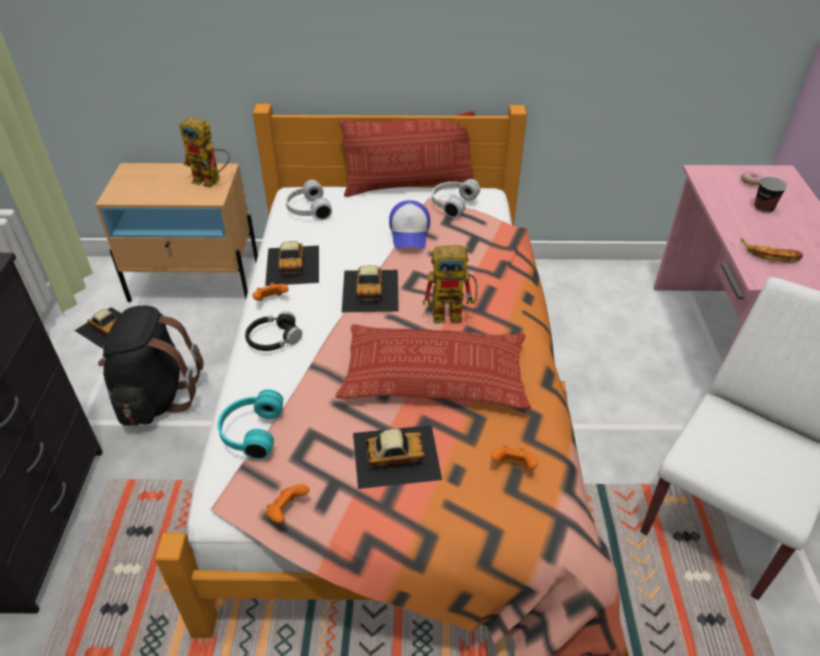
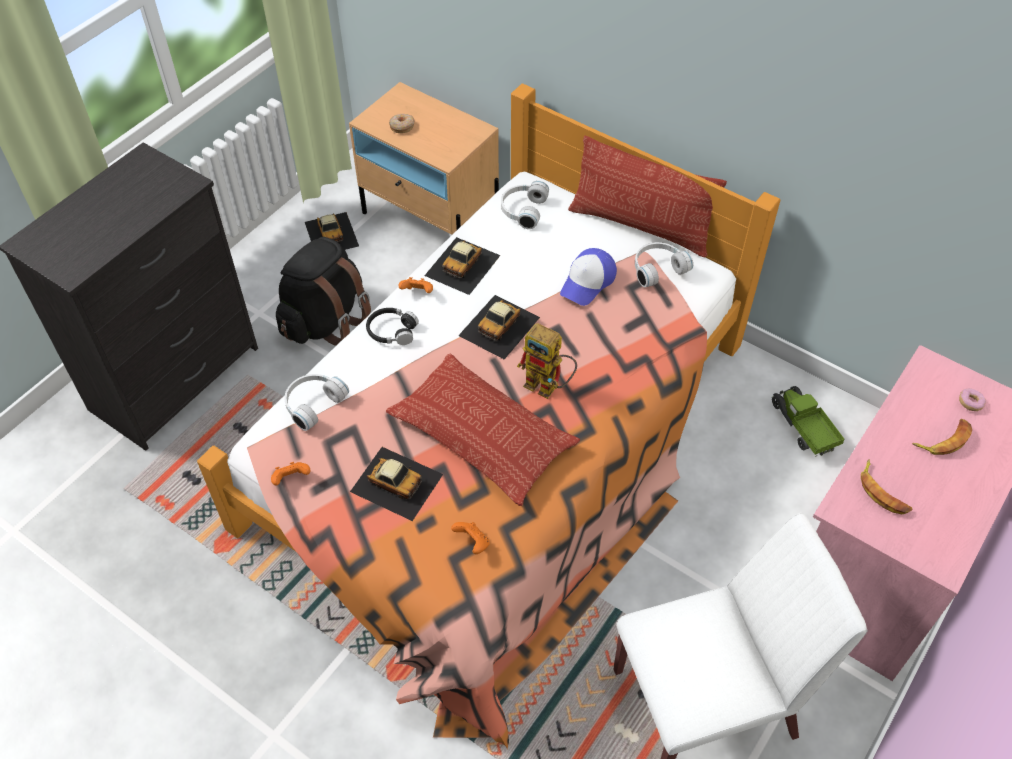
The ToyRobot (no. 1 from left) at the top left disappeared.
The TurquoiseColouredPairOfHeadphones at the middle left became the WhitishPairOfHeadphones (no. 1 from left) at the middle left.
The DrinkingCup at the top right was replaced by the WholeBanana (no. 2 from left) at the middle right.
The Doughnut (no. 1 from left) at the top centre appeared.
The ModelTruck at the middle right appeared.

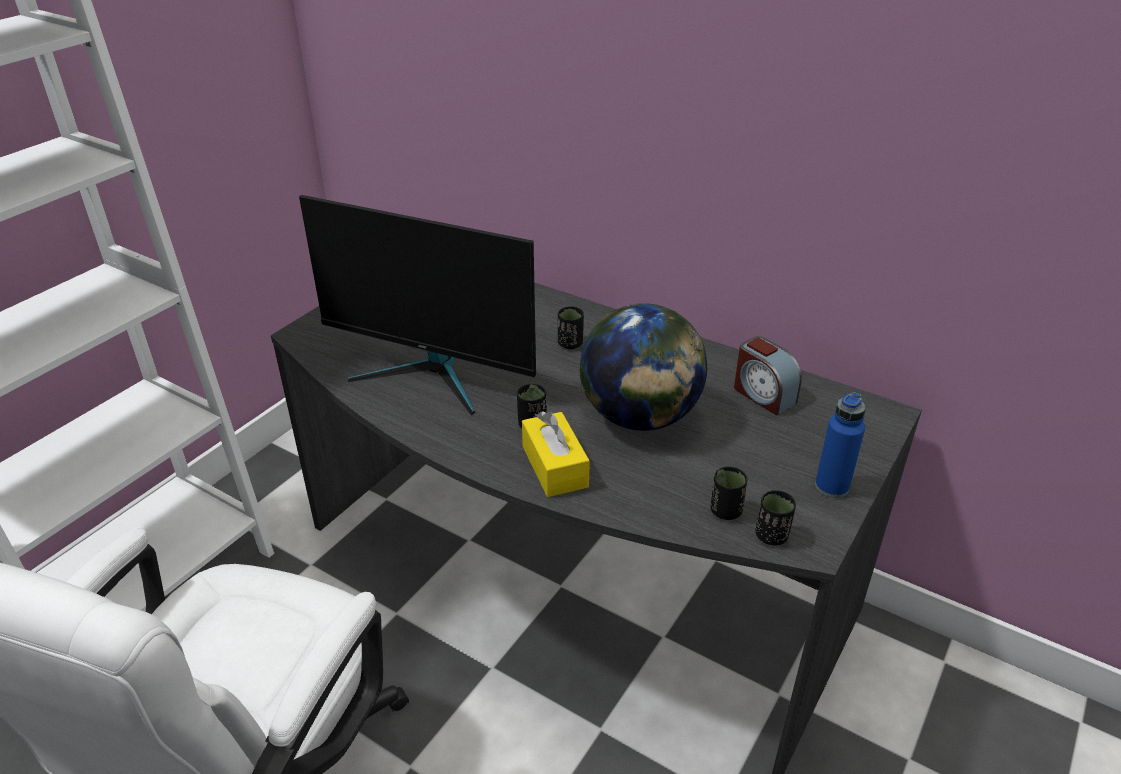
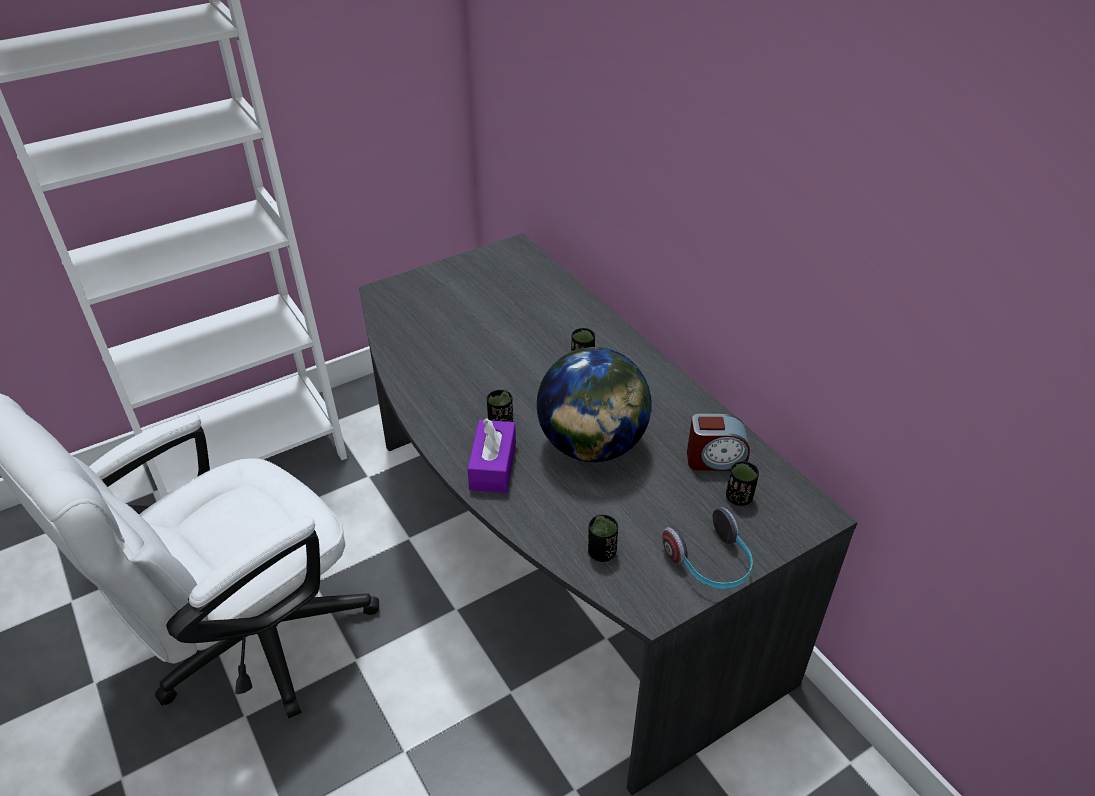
The ComputerScreen at the centre disappeared.
The YellowColouredBoxOfTissues at the centre became the PurpleBoxOfTissues at the centre.
The TableClock at the middle right turned 75 degrees counterclockwise.
The BlackishDrinkingCup (no. 4 from left) moved from the bottom right to the middle right.
The BlueColouredBeverageBottle at the middle right was replaced by the PairOfHeadphones at the bottom centre.

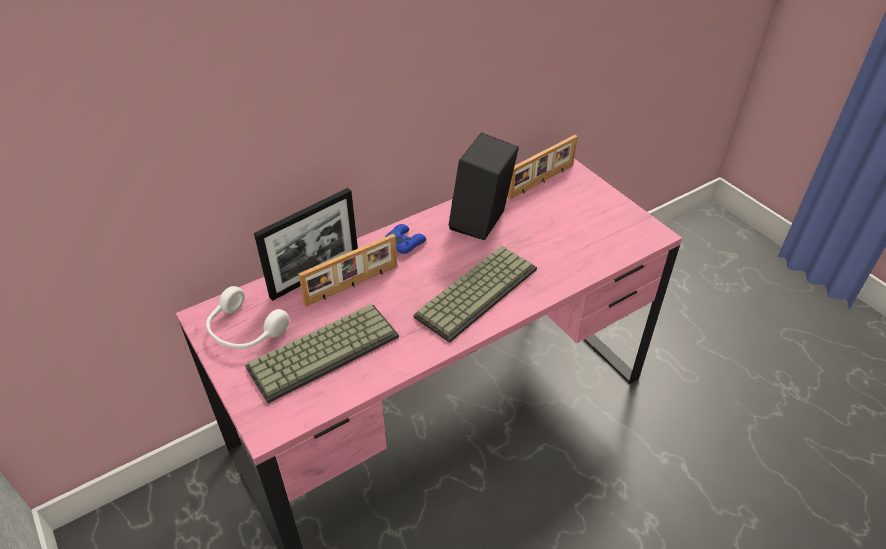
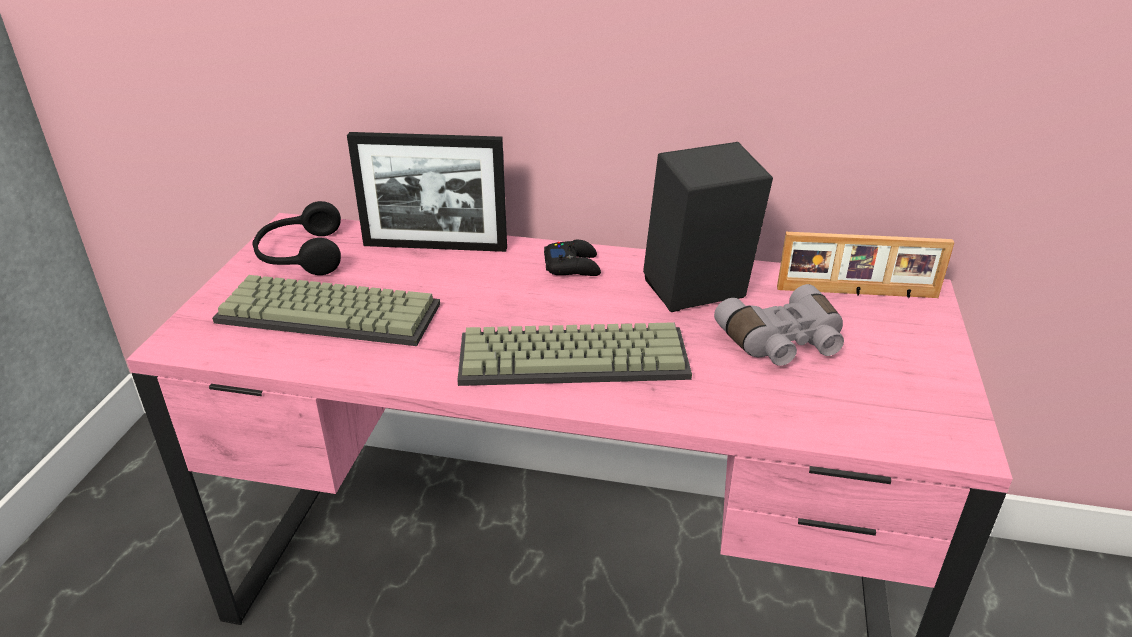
The WhitishPairOfHeadphones at the middle left became the BlackishPairOfHeadphones at the middle left.
The StandingFrame (no. 2 from left) at the centre disappeared.
The BlueColouredGameController at the centre became the BlackishGameController at the centre.
The GreyPairOfBinoculars at the middle right appeared.

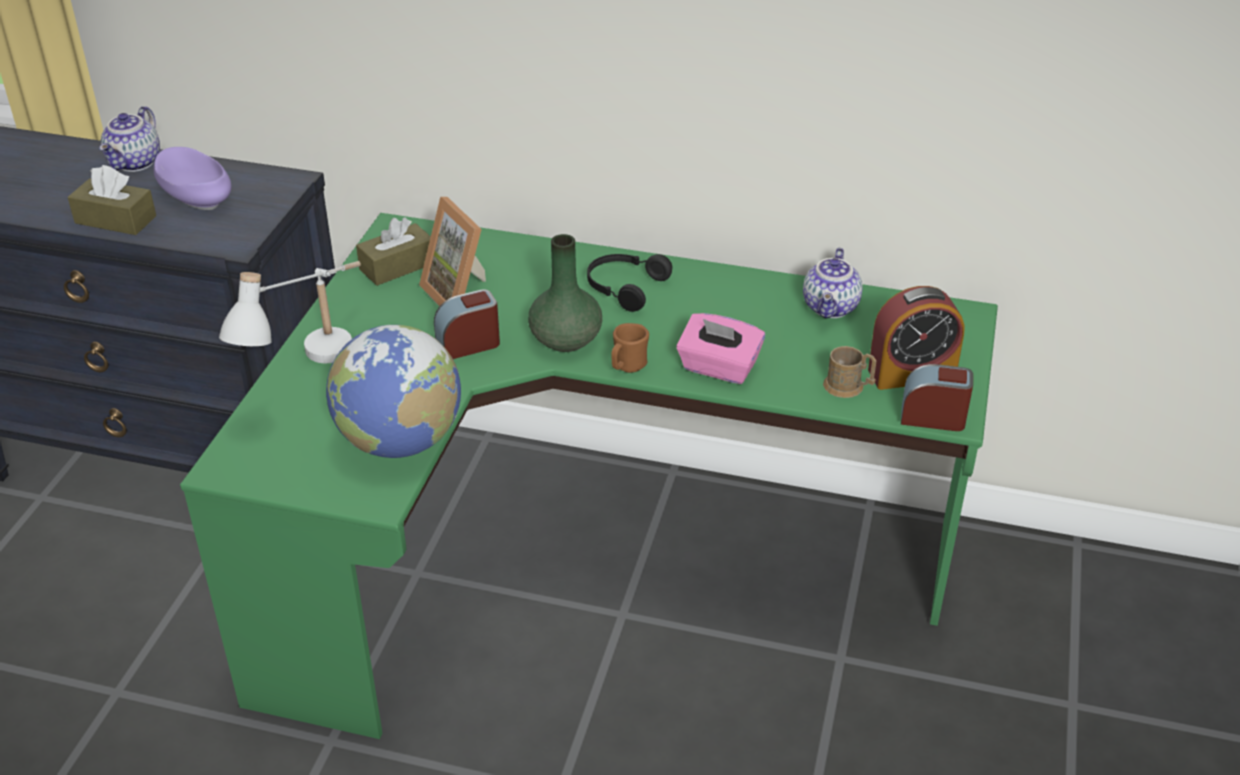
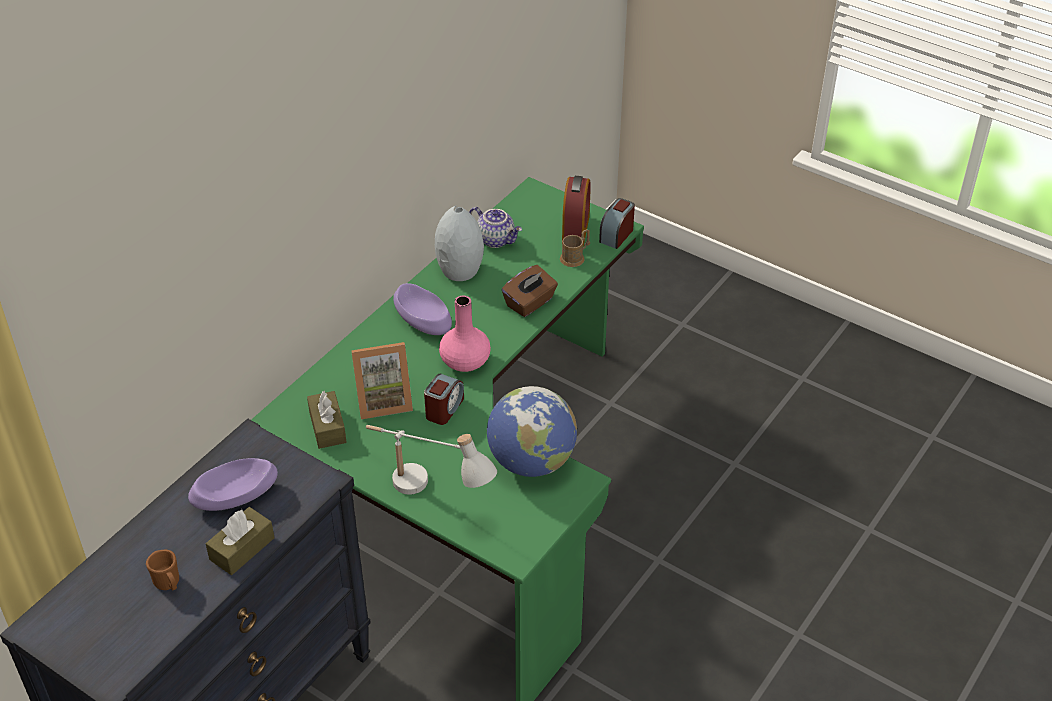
The Teapot (no. 1 from left) at the top left disappeared.
The TableClock (no. 1 from left) at the centre turned 150 degrees counterclockwise.
The GreenishVase at the centre became the PinkColouredVase at the centre.
The BlackishPairOfHeadphones at the centre was replaced by the PurpleServingBowl (no. 2 from left) at the centre.
The BrownColouredMug (no. 1 from left) moved from the centre to the bottom left.
The PinkColouredBoxOfTissues at the centre became the BrownColouredBoxOfTissues (no. 3 from left) at the centre.
The GreyVase at the centre appeared.

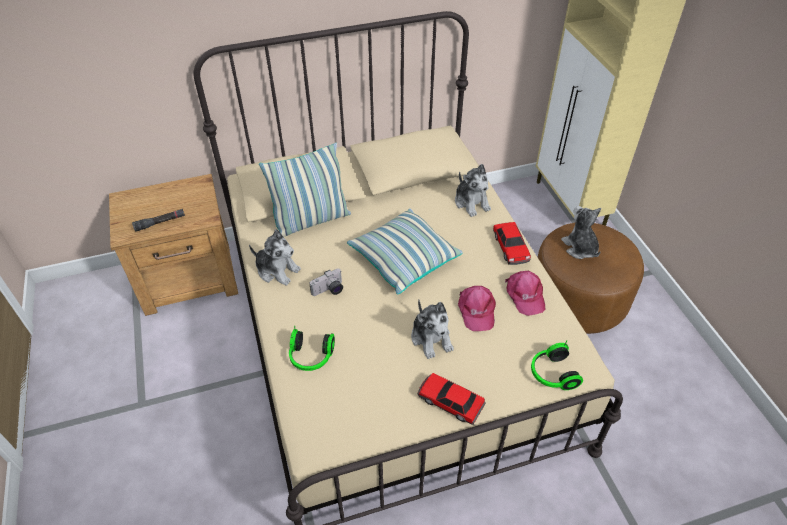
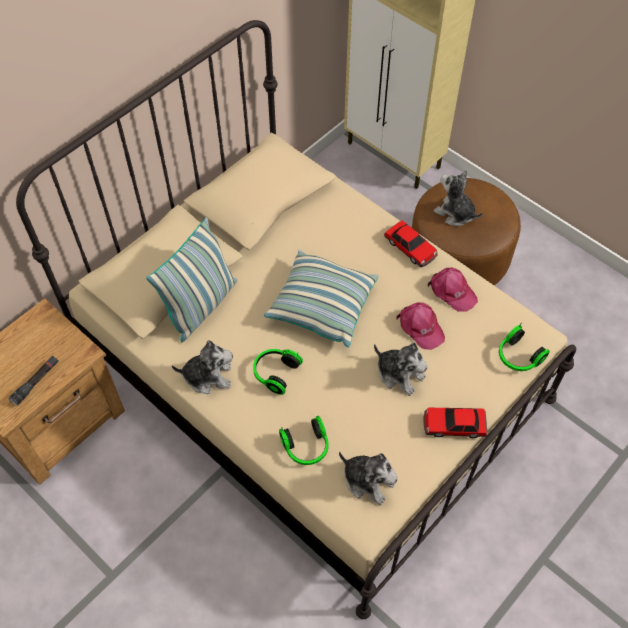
The StillCamera at the centre was replaced by the PairOfHeadphones (no. 1 from left) at the centre.
The PlushToy (no. 3 from left in the first image) moved from the centre to the bottom centre.

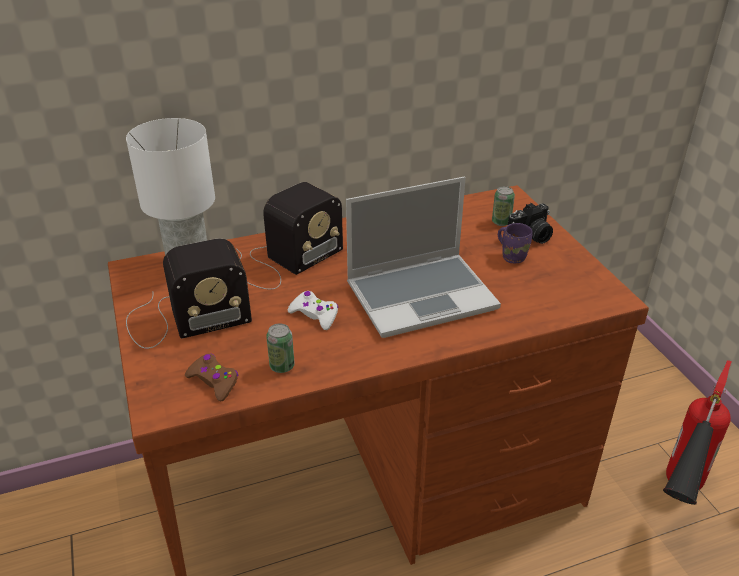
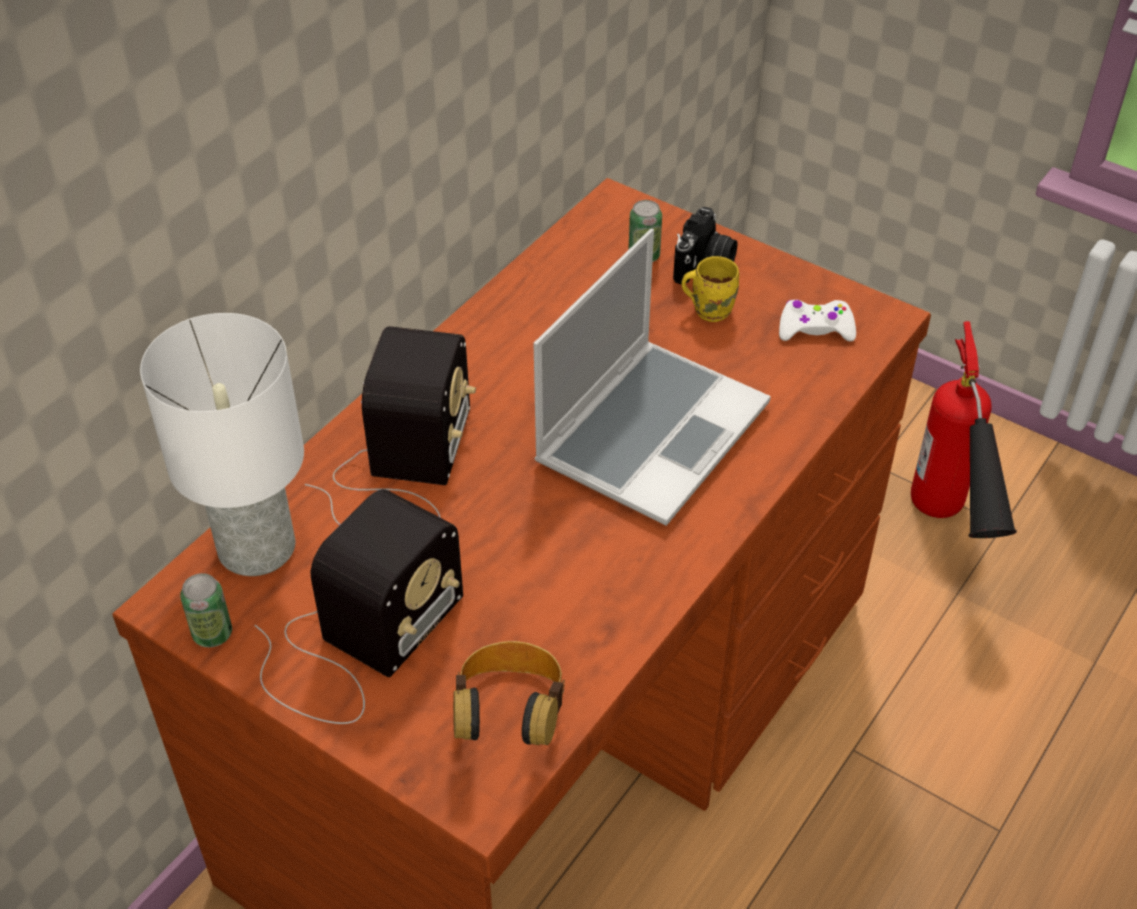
The BrownColouredGameController at the middle left was replaced by the PairOfHeadphones at the bottom centre.
The SealedCan (no. 1 from left) moved from the centre to the bottom left.
The WhitishGameController moved from the centre to the middle right.
The PurpleMug at the middle right became the YellowColouredMug at the top centre.

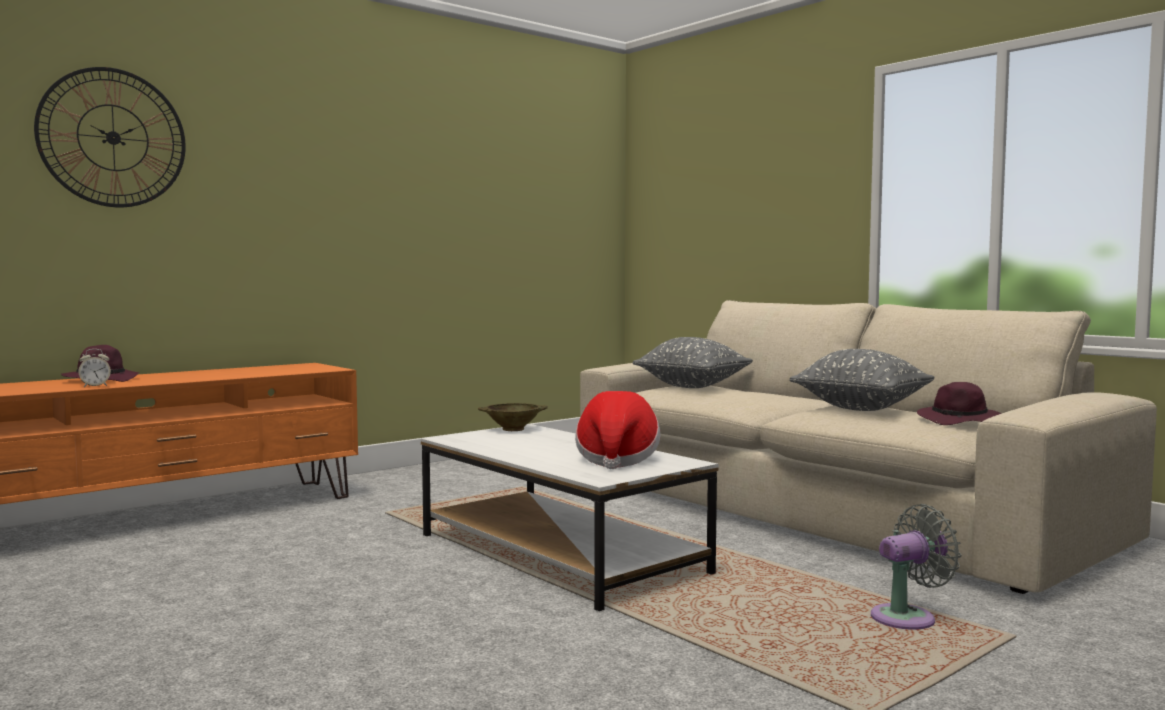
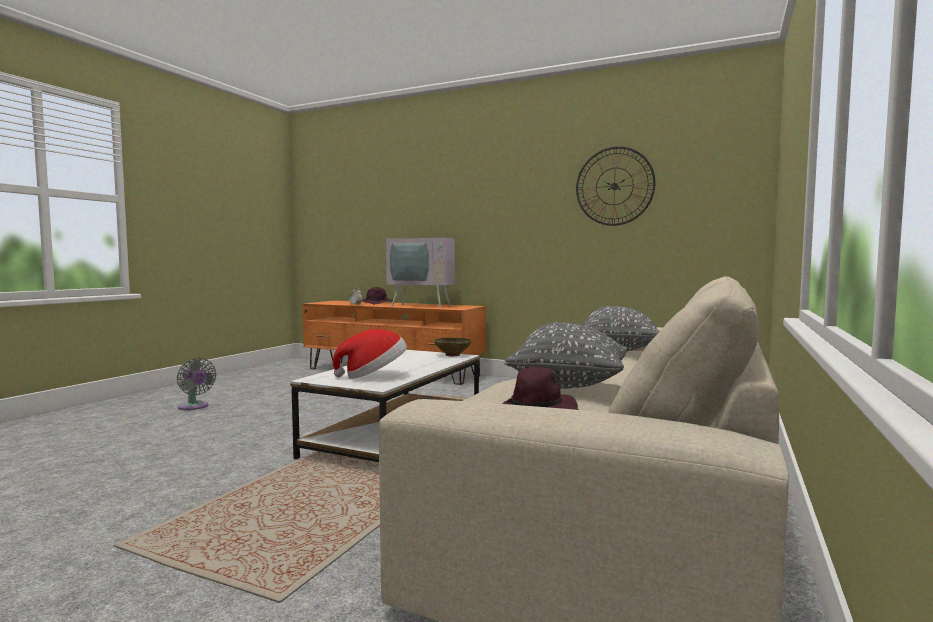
The ClockOnTheWall moved from the top left to the top centre.
The GreyFan moved from the bottom right to the middle left.
The Television at the centre appeared.

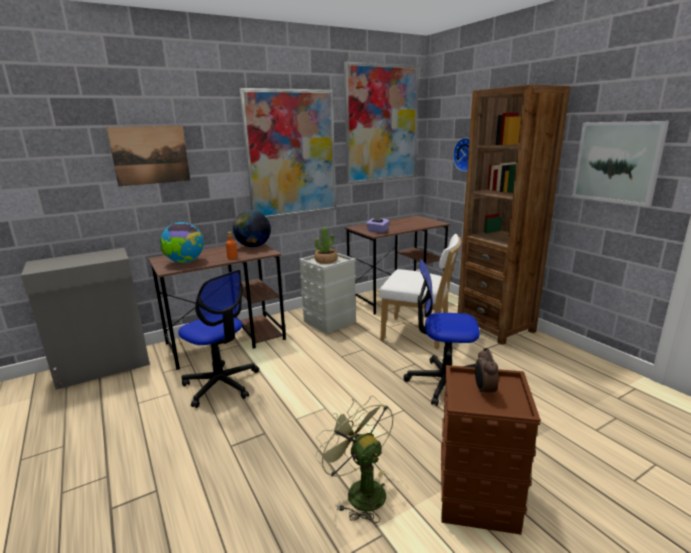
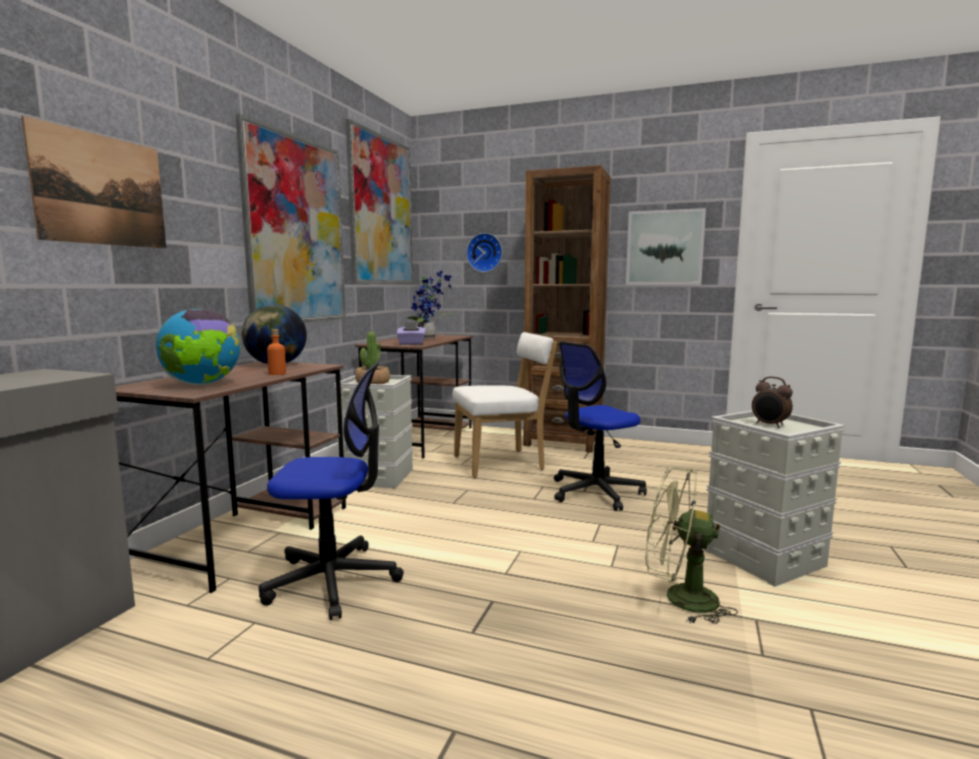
The BrownColouredStorageBox at the bottom right became the GreyStorageBox (no. 2 from left) at the middle right.
The PottedPlant (no. 2 from left) at the centre appeared.

